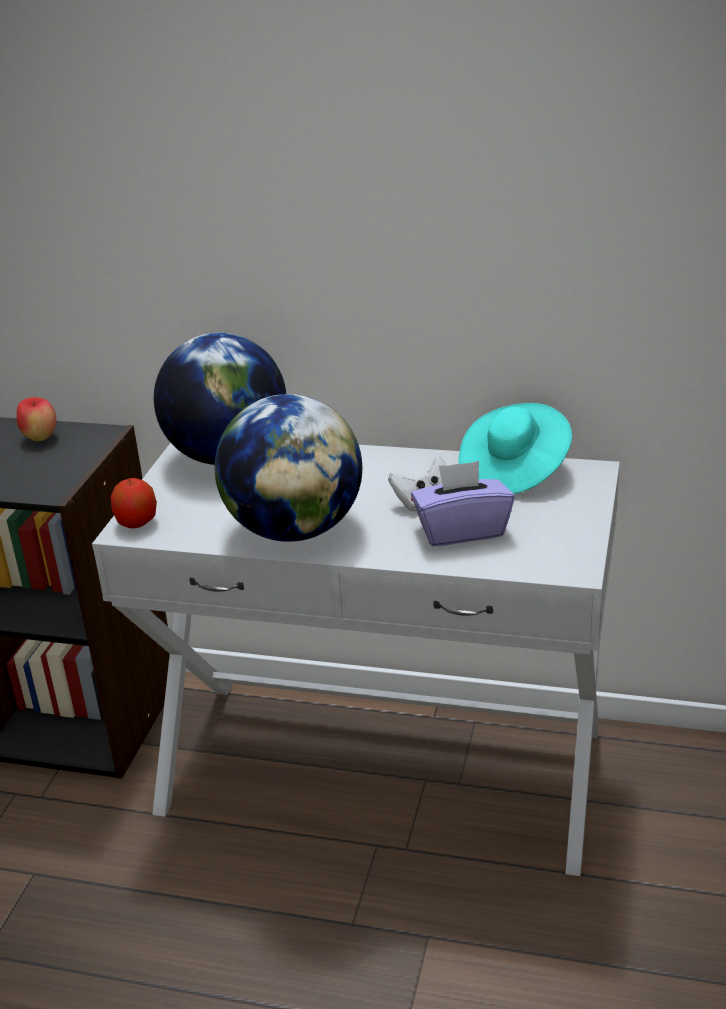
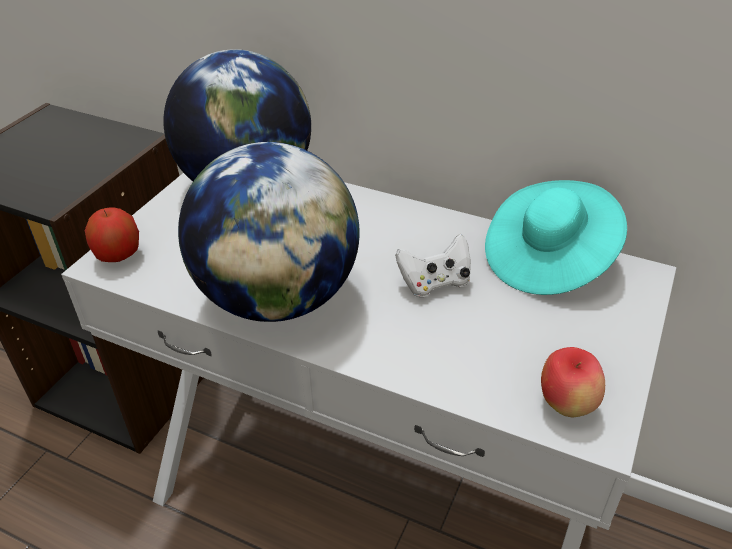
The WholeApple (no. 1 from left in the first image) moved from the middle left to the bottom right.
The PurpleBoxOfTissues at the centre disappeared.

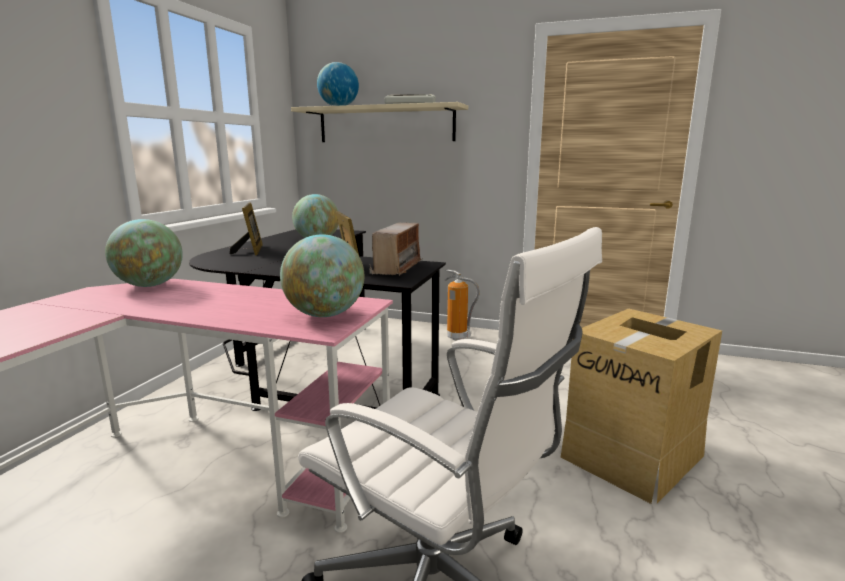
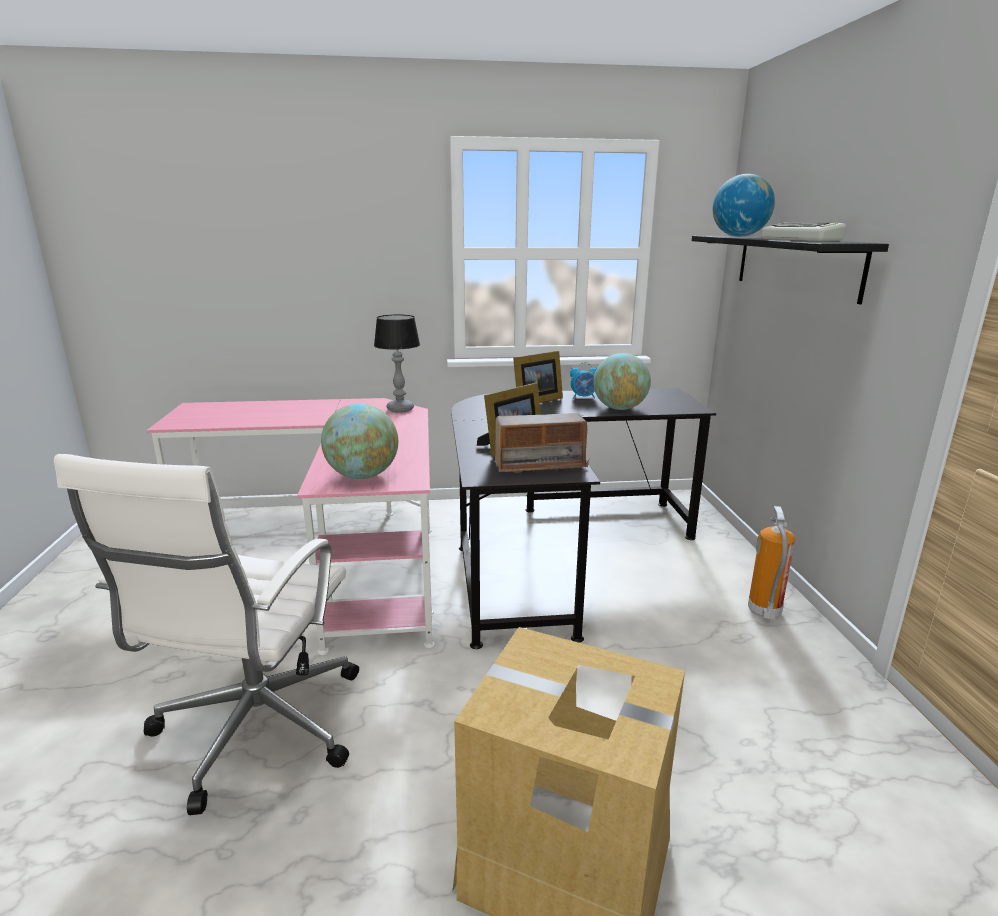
The DeskGlobe (no. 1 from left) at the middle left was replaced by the LampForATable at the centre.
The BeigeShelf at the top centre became the BlackishShelf at the top right.
The TableClock at the centre appeared.

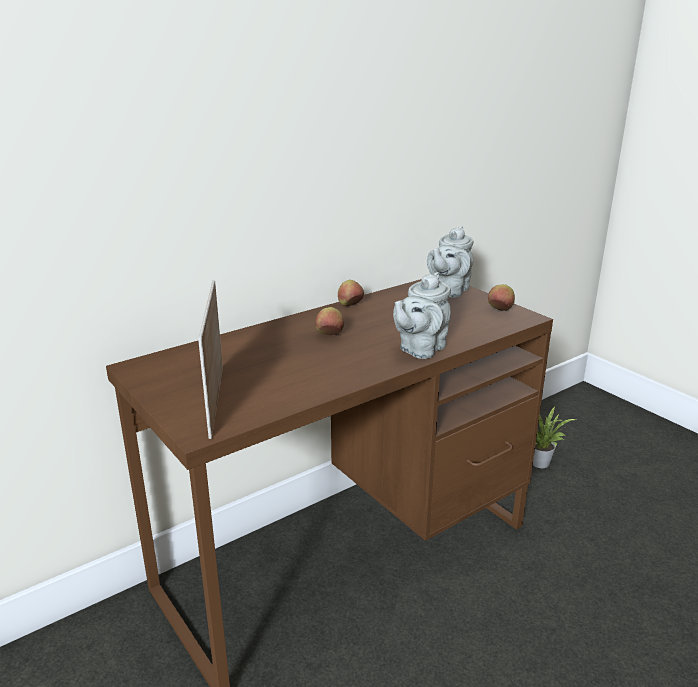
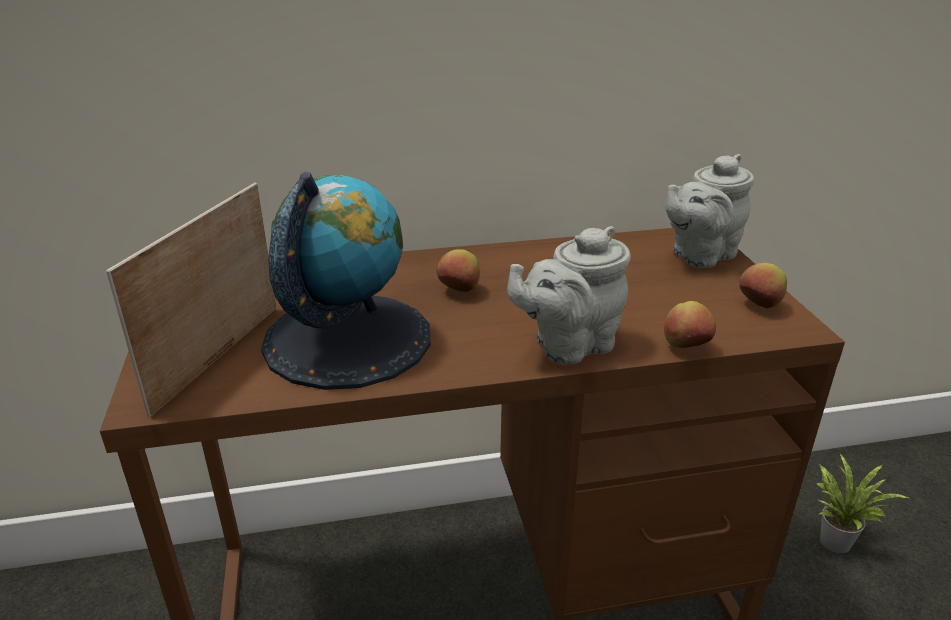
The WholeApple (no. 2 from left) moved from the centre to the middle right.
The DeskGlobe at the centre appeared.

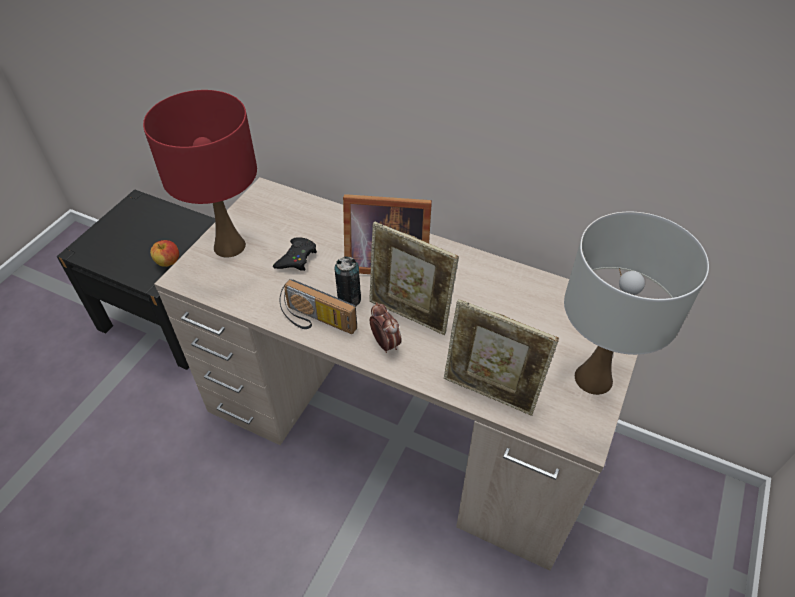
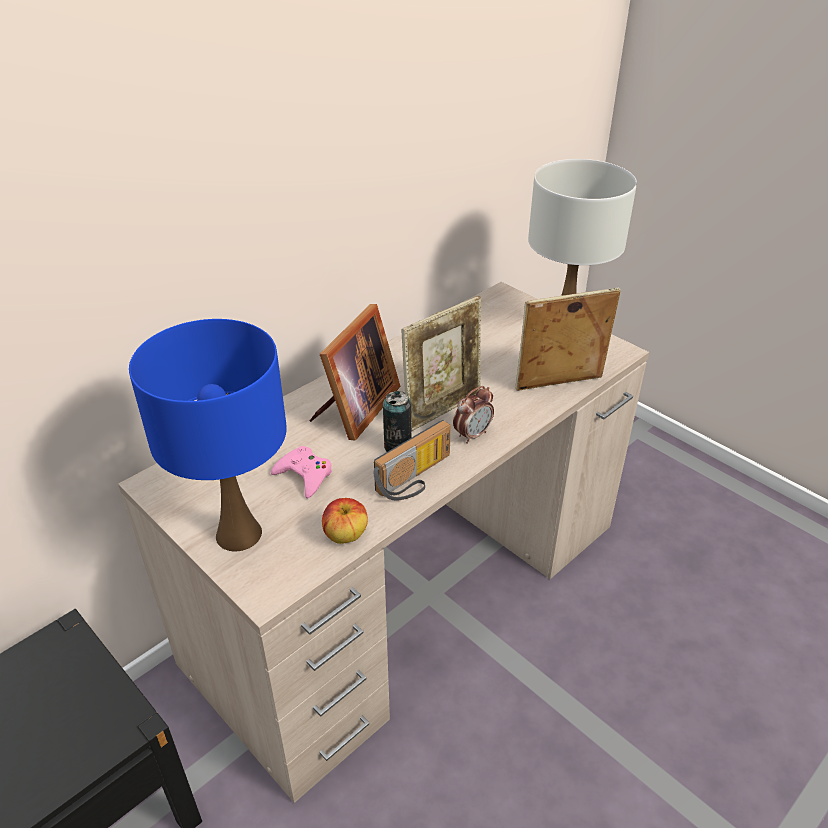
The RedColouredLampForATable at the top left became the BlueColouredLampForATable at the middle left.
The WholeApple moved from the middle left to the centre.
The BlackishGameController at the centre became the PinkColouredGameController at the centre.
The TableClock at the centre turned 150 degrees clockwise.
The StandingFrame (no. 3 from left) at the centre turned 150 degrees counterclockwise.

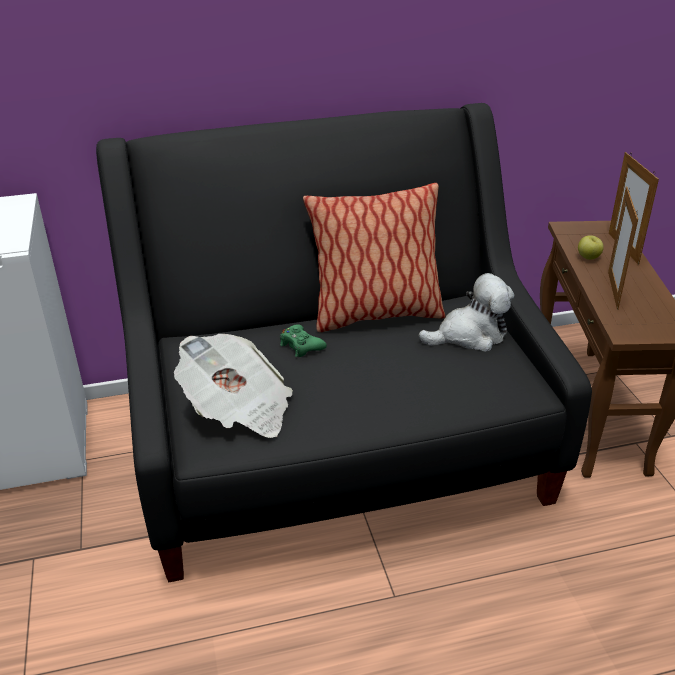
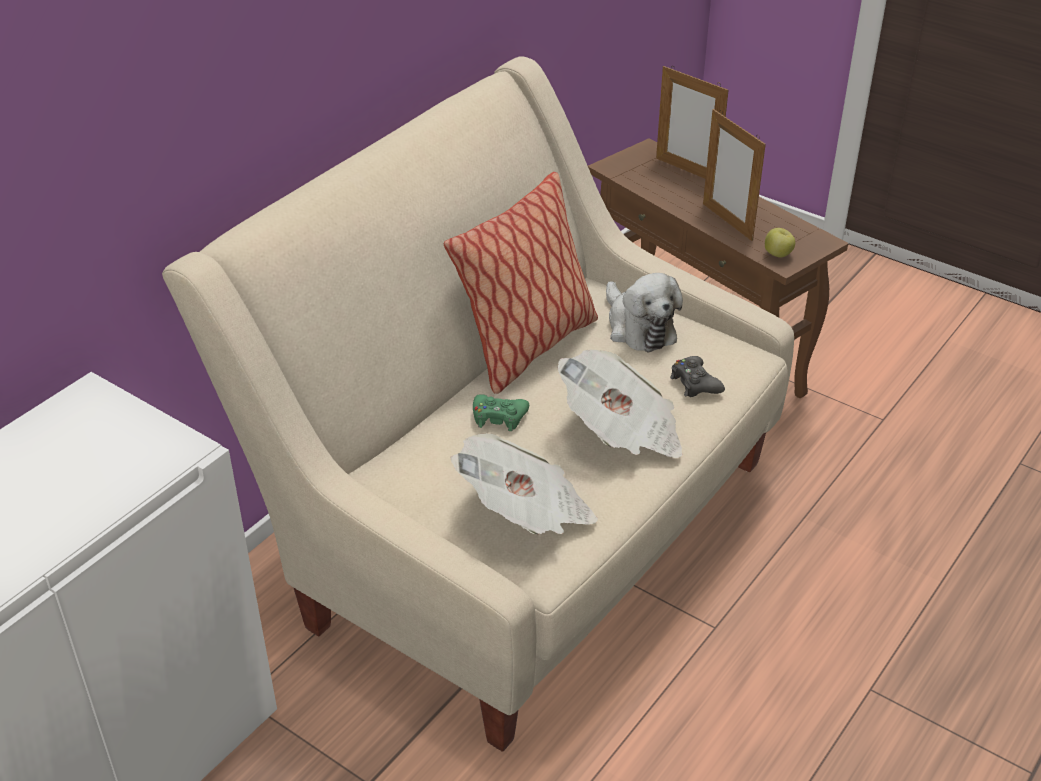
The BlackishSettee at the centre became the BeigeSettee at the centre.
The PlushToy at the middle right turned 120 degrees clockwise.
The WholeApple moved from the middle right to the top right.
The PrintedPaper (no. 2 from left) at the centre appeared.
The BlackishGameController at the middle right appeared.

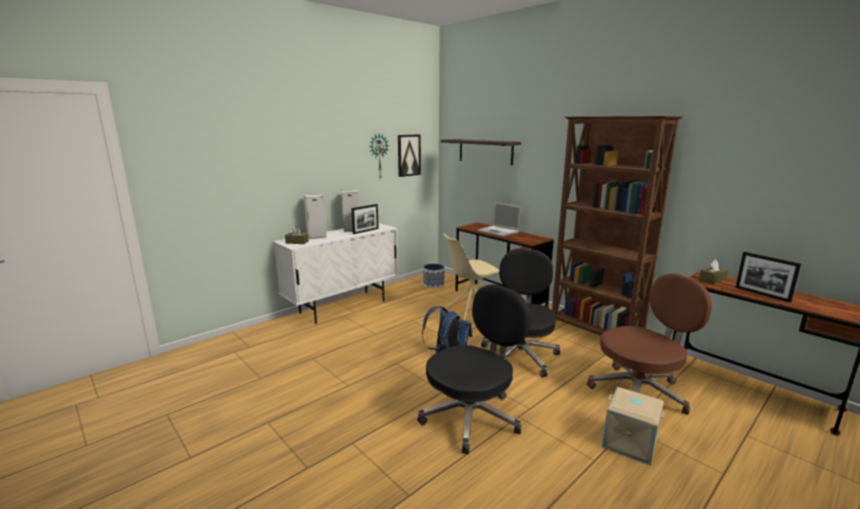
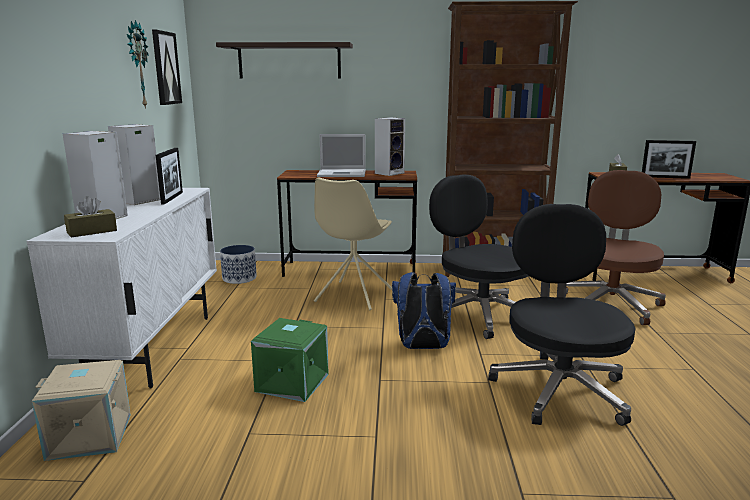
The BeigeStorageBox moved from the bottom right to the bottom left.
The GreenishStorageBox at the bottom centre appeared.
The AudioSpeaker (no. 3 from left) at the top centre appeared.

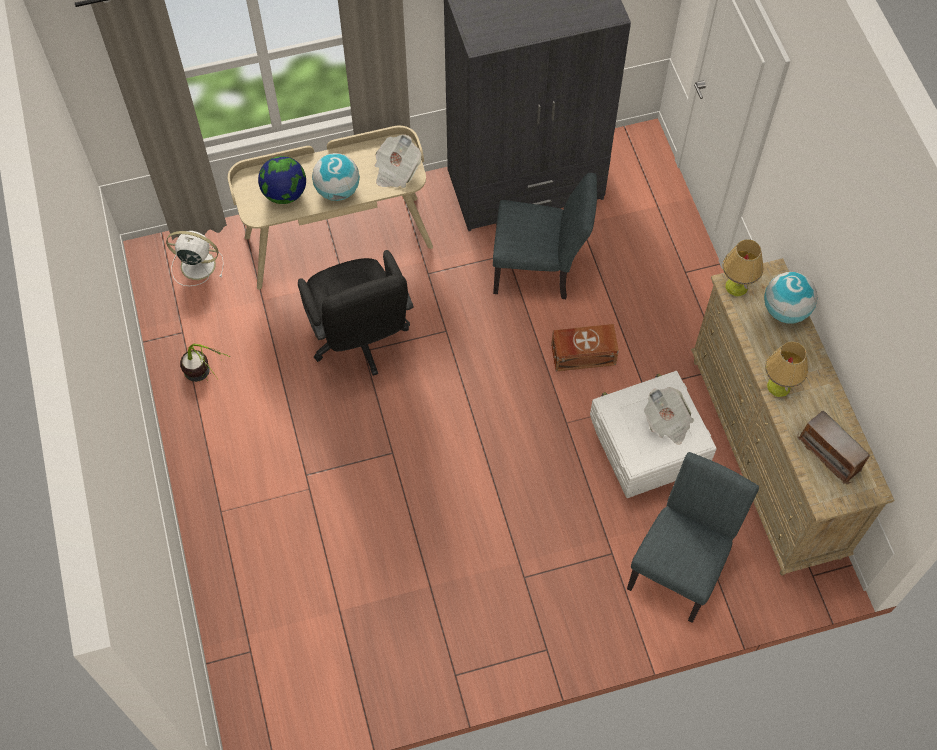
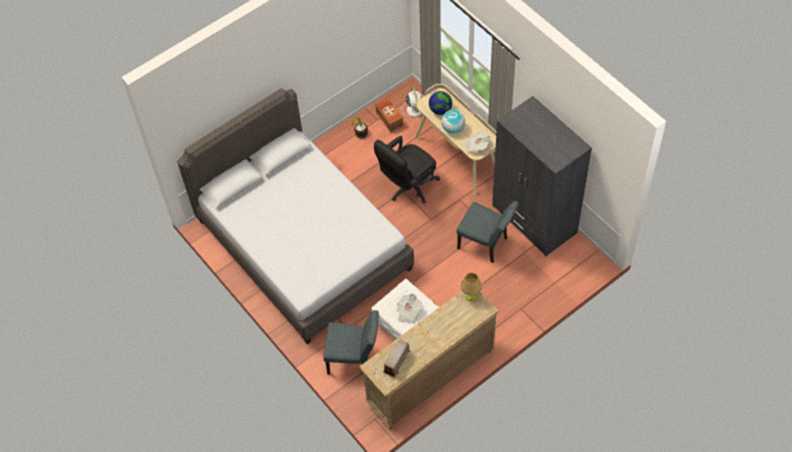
The GreyChair (no. 1 from left in the first image) at the top centre turned 45 degrees counterclockwise.
The BrownColouredStorageBox moved from the centre to the top centre.
The DeskGlobe (no. 3 from left) at the middle right disappeared.
The LampForATable (no. 2 from left) at the middle right disappeared.
The GreySleepingBed at the centre appeared.

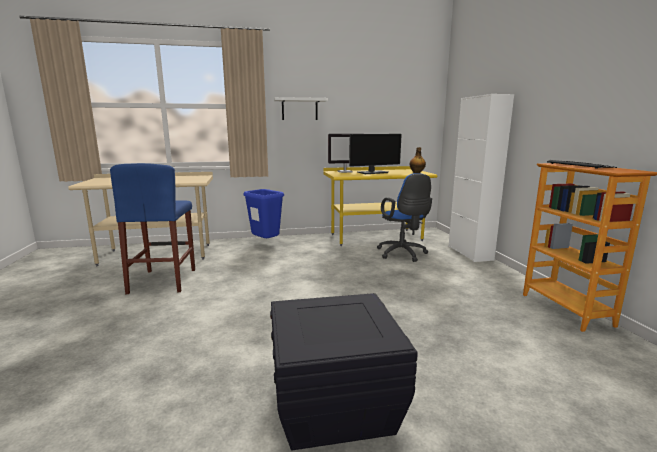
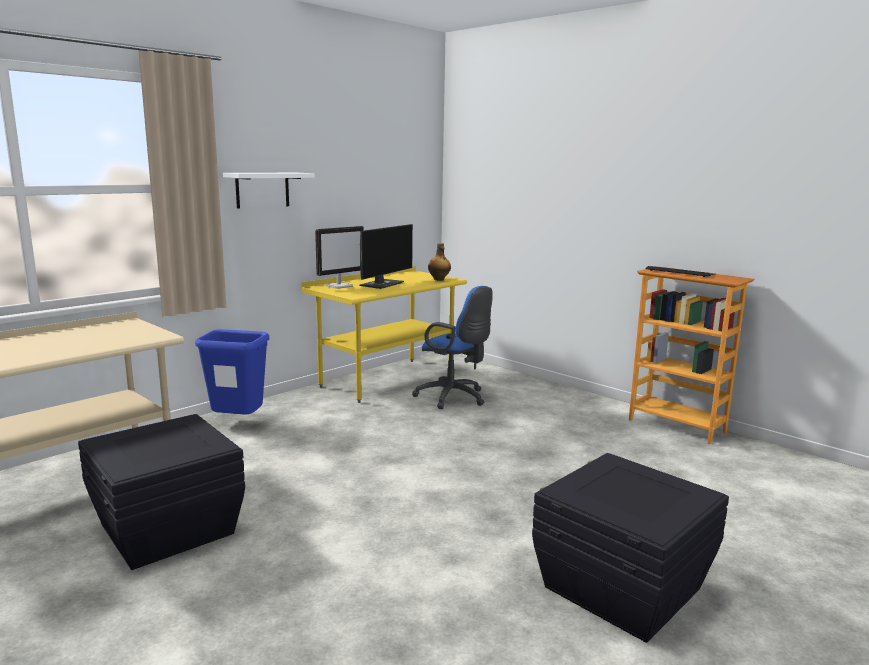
The BlueColouredSittingStool at the middle left was replaced by the BlackishStorageBox (no. 1 from left) at the bottom left.
The WhitishCabinet at the middle right disappeared.

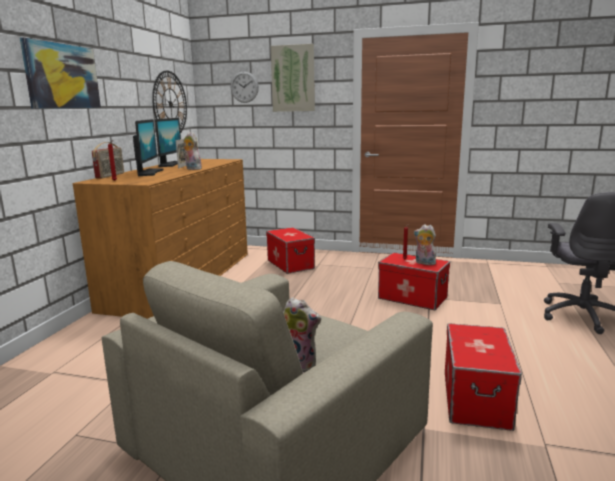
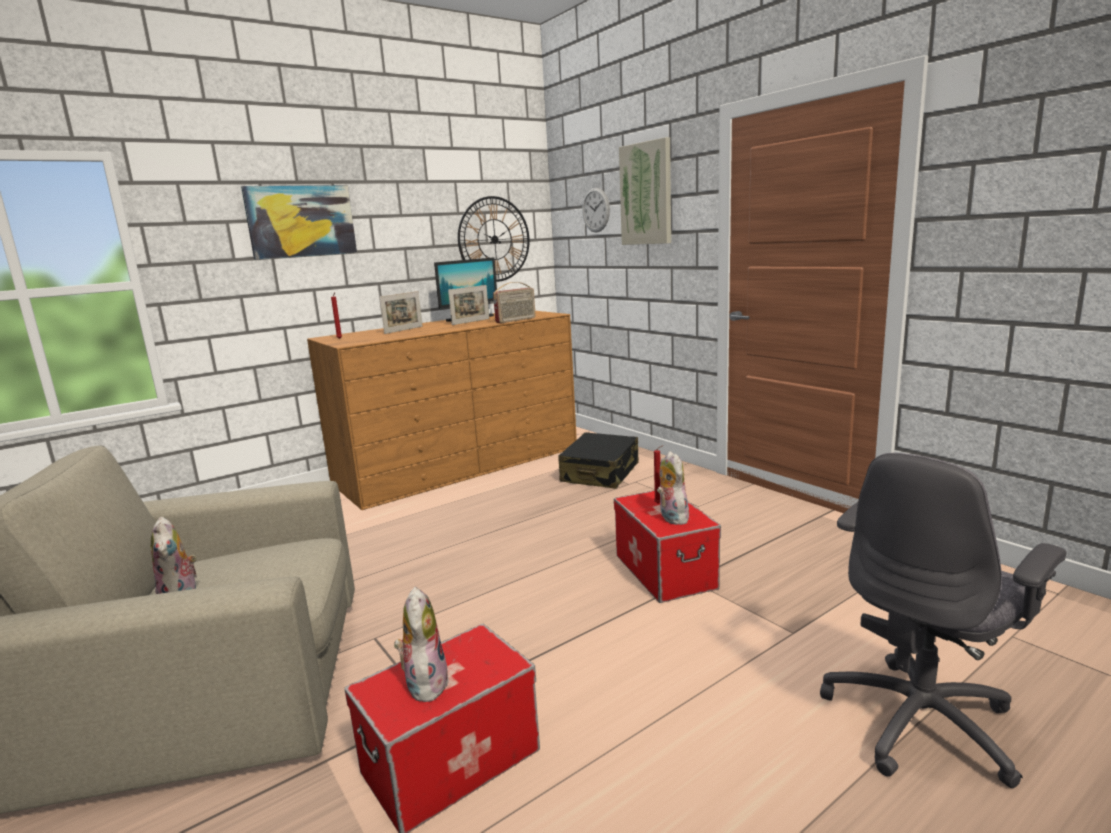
The RadioSet moved from the top left to the centre.
The ComputerScreen (no. 1 from left) at the top left was replaced by the StandingFrame (no. 1 from left) at the centre.
The PlushToy (no. 1 from left in the first image) moved from the top left to the bottom centre.
The StorageBox (no. 1 from left) at the centre was replaced by the BlackishSuitcase at the centre.

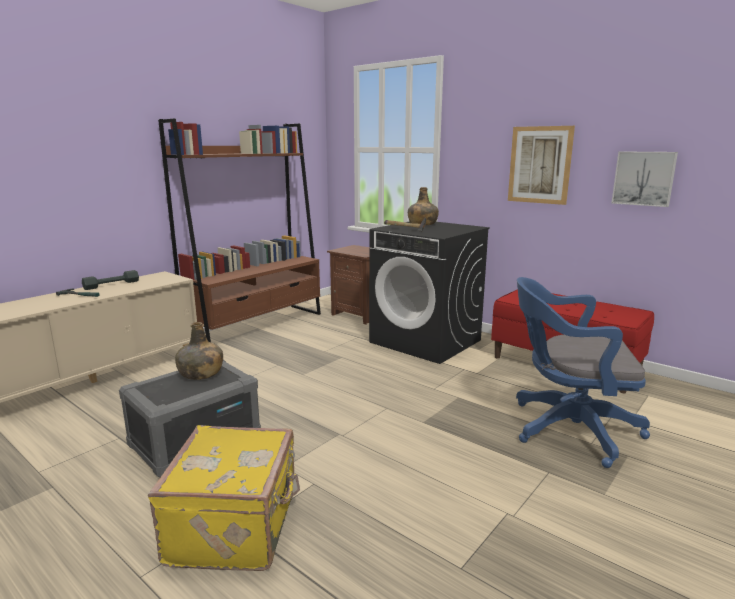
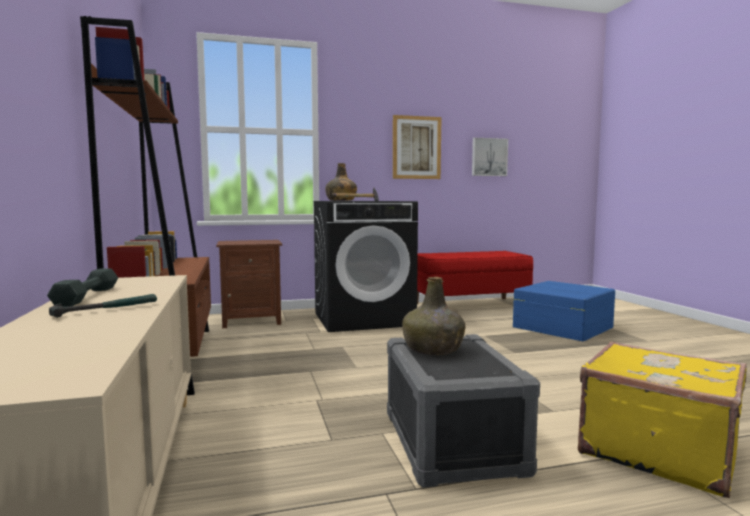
The BlueColouredComputerChair at the middle right was replaced by the BlueColouredStorageBox at the middle right.

